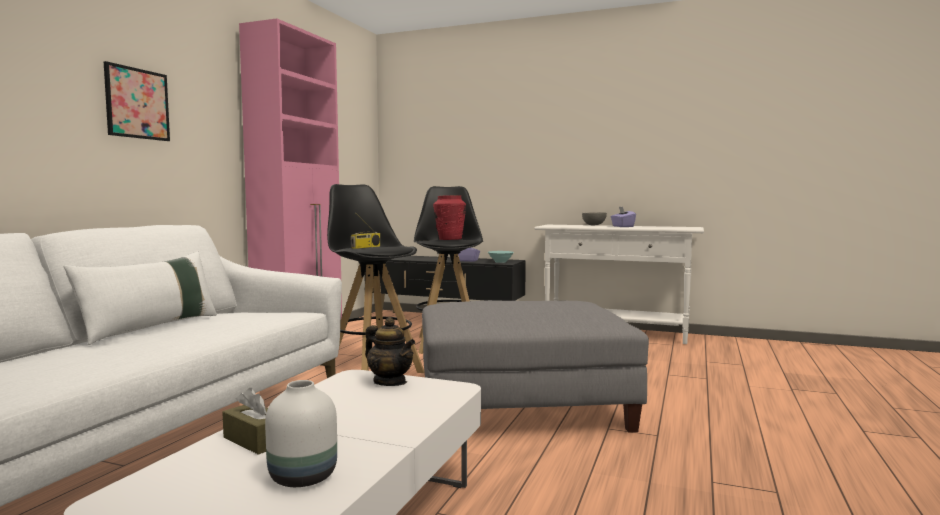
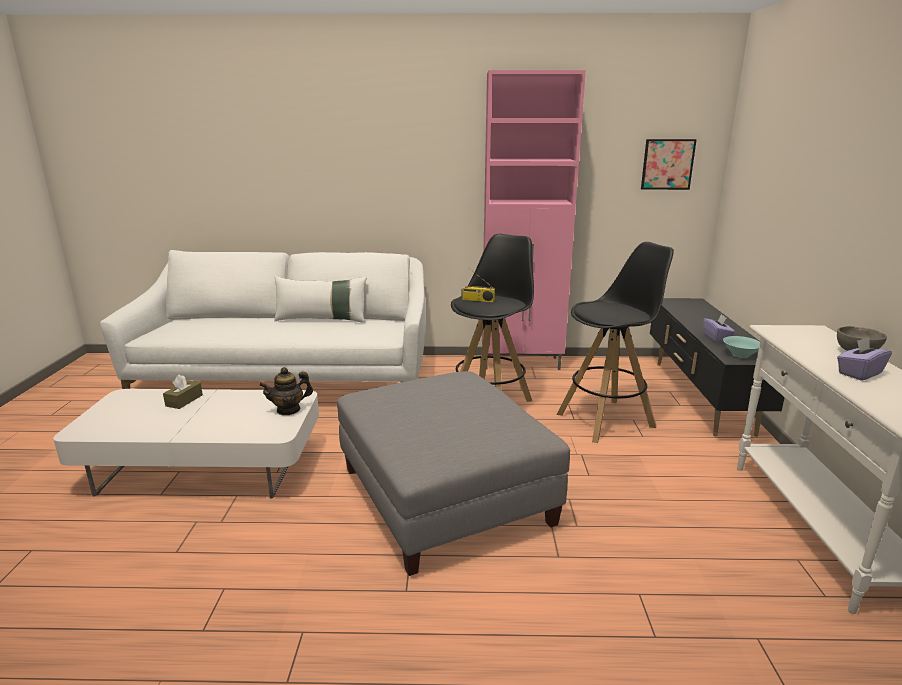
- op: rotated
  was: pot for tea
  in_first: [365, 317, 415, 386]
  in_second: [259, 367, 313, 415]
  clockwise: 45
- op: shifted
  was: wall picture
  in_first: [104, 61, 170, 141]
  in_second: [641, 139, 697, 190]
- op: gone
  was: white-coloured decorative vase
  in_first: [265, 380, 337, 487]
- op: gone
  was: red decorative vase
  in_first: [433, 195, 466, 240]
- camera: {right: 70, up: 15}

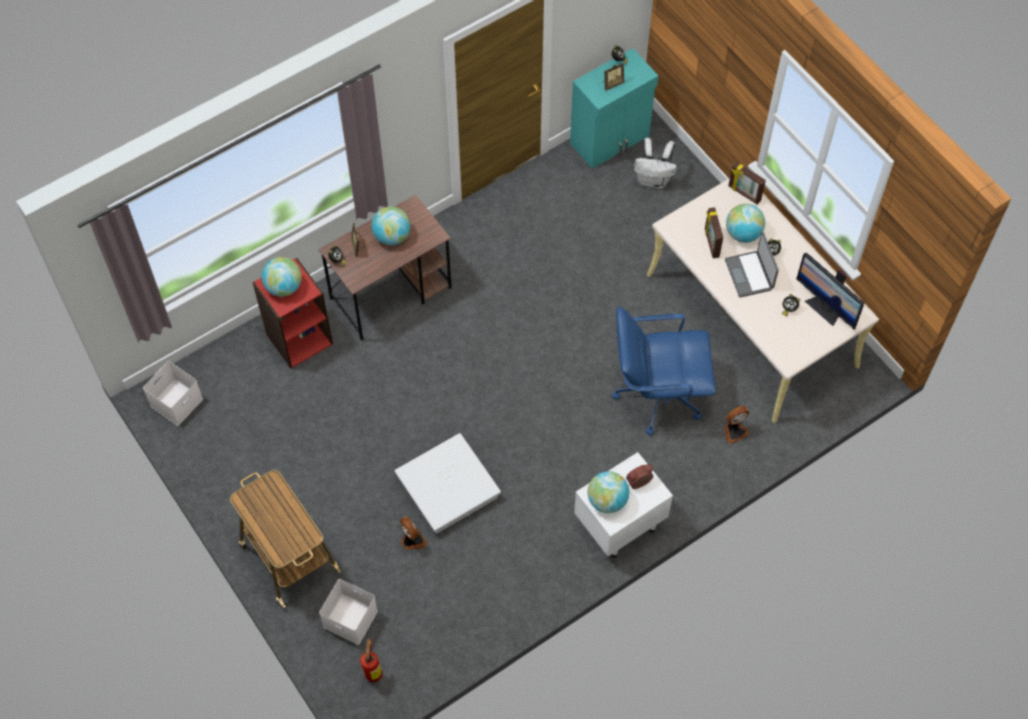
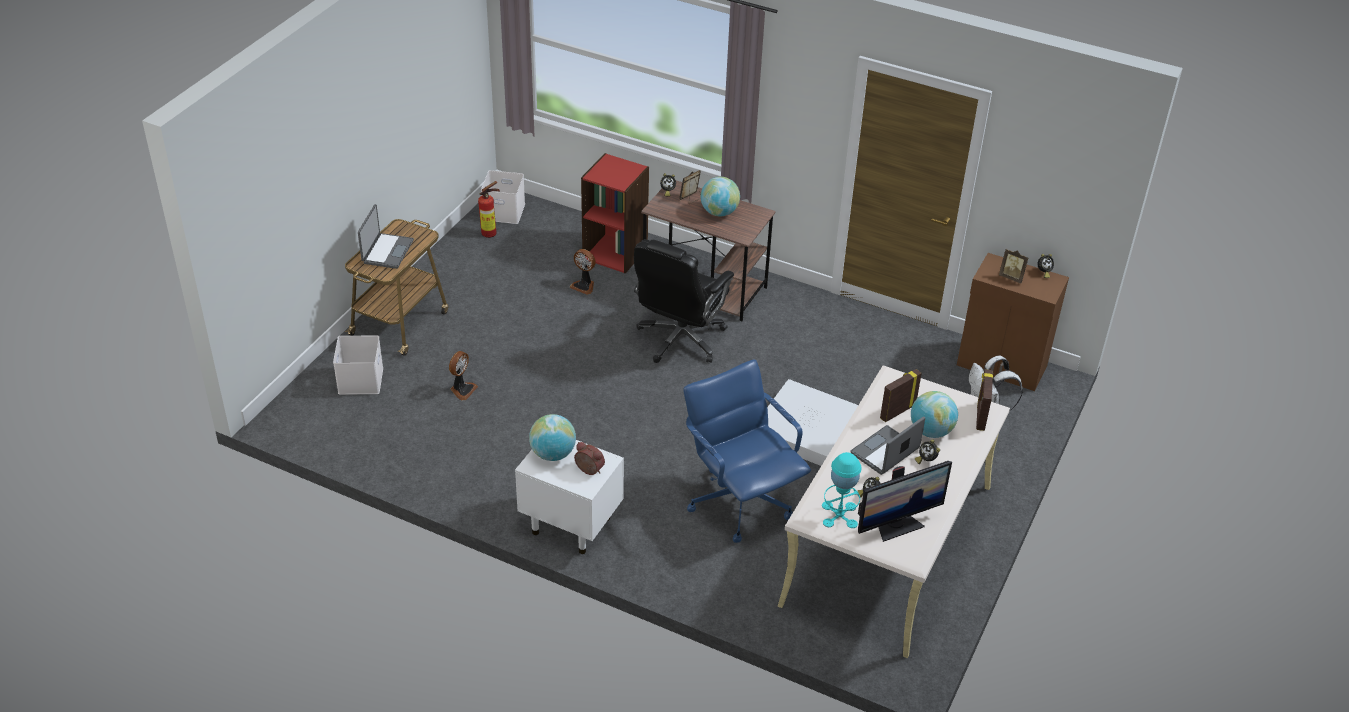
- op: new
  now: portable computer
  in_second: [358, 204, 414, 269]
- op: shifted
  was: extinguisher
  in_first: [360, 639, 382, 682]
  in_second: [478, 181, 500, 238]
- op: shifted
  was: fan
  in_first: [725, 406, 749, 444]
  in_second: [570, 249, 596, 295]
- op: new
  now: black-coloured desk chair
  in_second: [634, 239, 734, 363]
- op: shifted
  was: white-coloured storage box
  in_first: [395, 433, 501, 534]
  in_second: [767, 379, 858, 466]
- op: new
  now: turquoise-coloured lamp for a table
  in_second: [822, 452, 862, 528]
- op: rotated
  was: computer display
  in_first: [796, 253, 864, 329]
  in_second: [858, 461, 952, 542]
  clockwise: -135
- op: repainted
  was: turquoise-coloured cupboard
  now: brown-coloured cupboard
  in_first: [570, 48, 659, 169]
  in_second: [957, 253, 1069, 391]
- op: gone
  was: desk globe
  in_first: [262, 257, 302, 297]
- camera: {right: 60, up: -20}

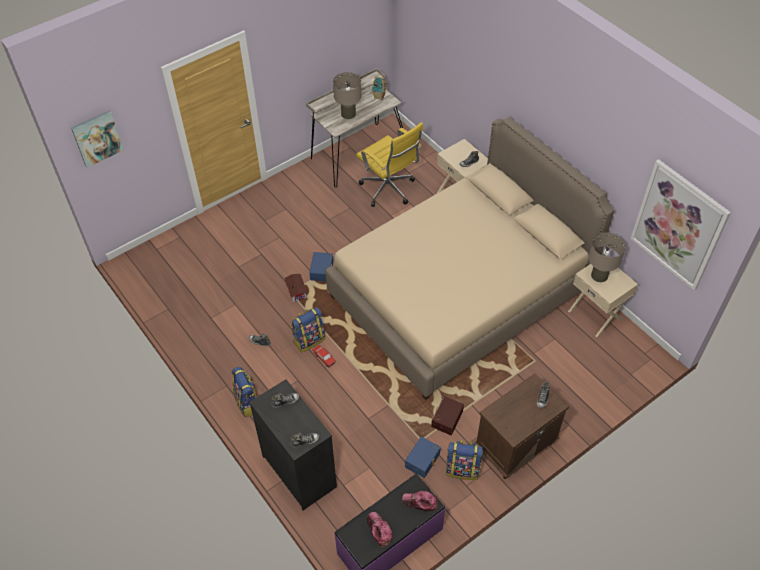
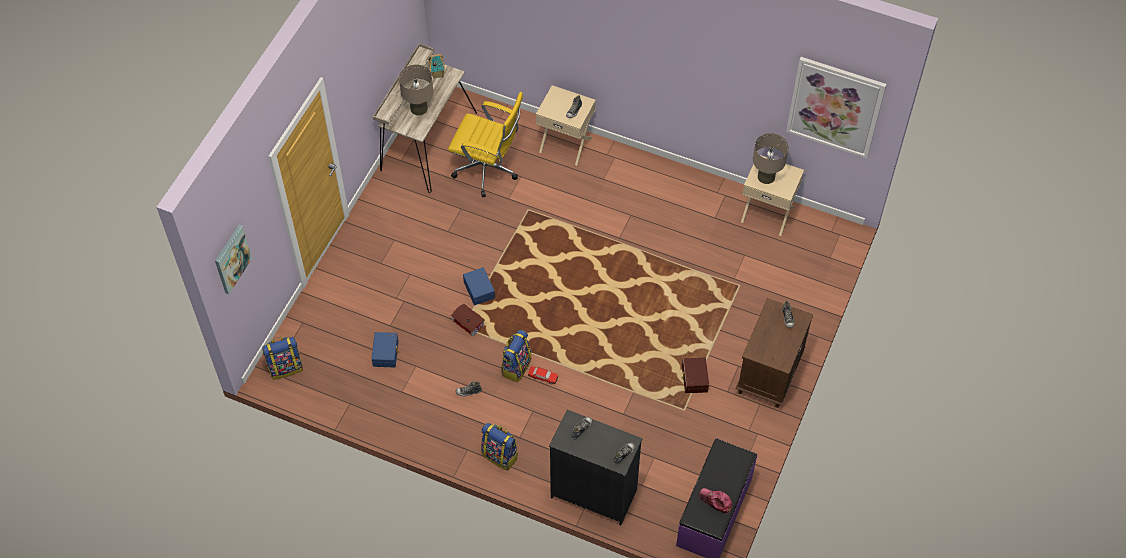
- op: shifted
  was: rucksack
  in_first: [446, 440, 483, 480]
  in_second: [262, 337, 303, 380]
- op: shifted
  was: bluish storage box
  in_first: [405, 437, 441, 478]
  in_second: [372, 332, 399, 368]
- op: gone
  was: beige sleeping bed
  in_first: [325, 117, 614, 400]
- op: gone
  was: peaked cap
  in_first: [402, 491, 438, 511]
- camera: {right: -30, up: 5}

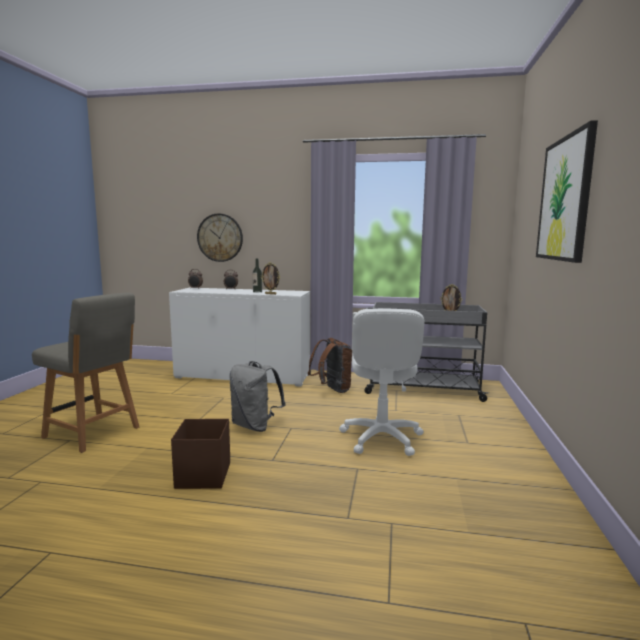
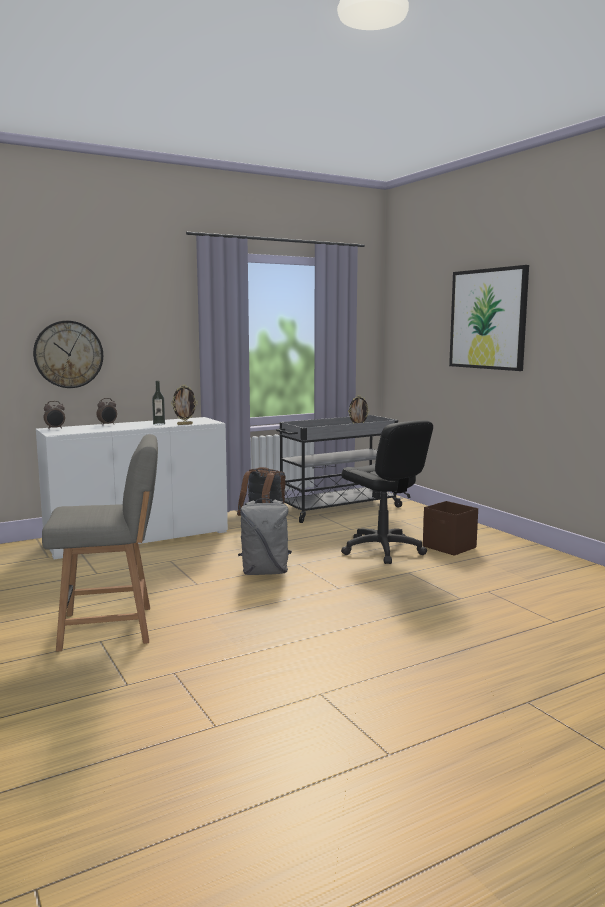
- op: repainted
  was: white-coloured desk chair
  now: black-coloured desk chair
  in_first: [339, 309, 425, 456]
  in_second: [341, 420, 433, 564]
- op: shifted
  was: brown-coloured storage box
  in_first: [171, 419, 230, 489]
  in_second: [423, 501, 478, 556]
- camera: {right: -40, up: 0}

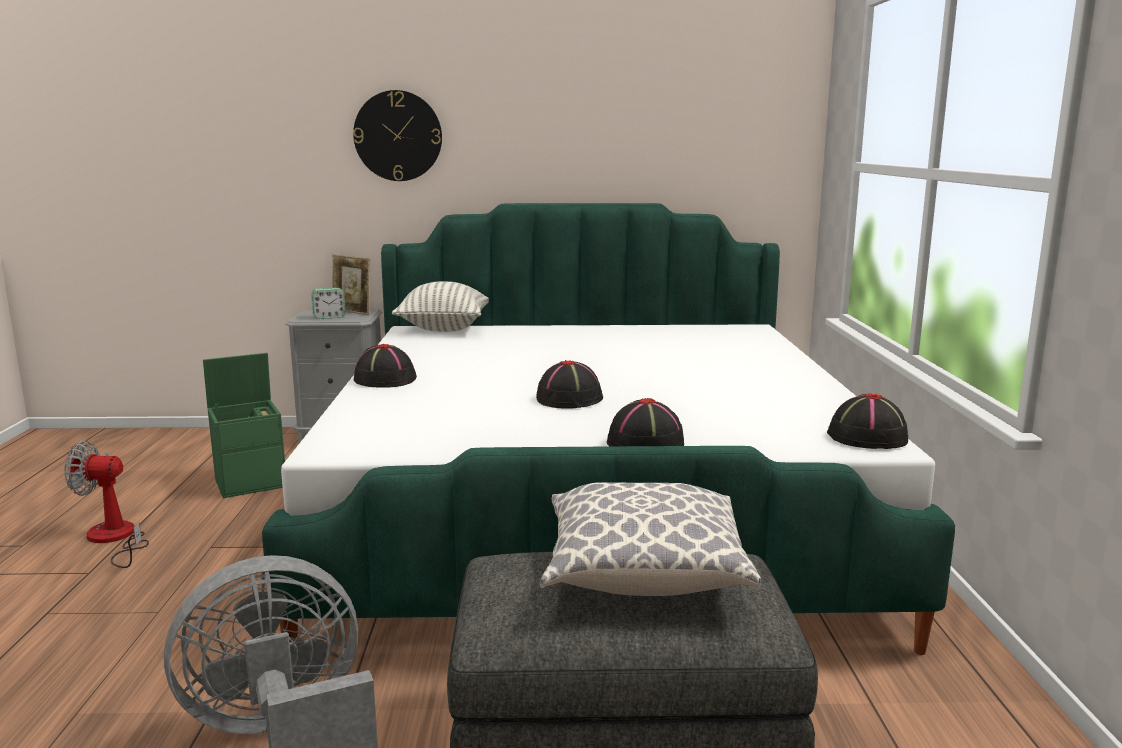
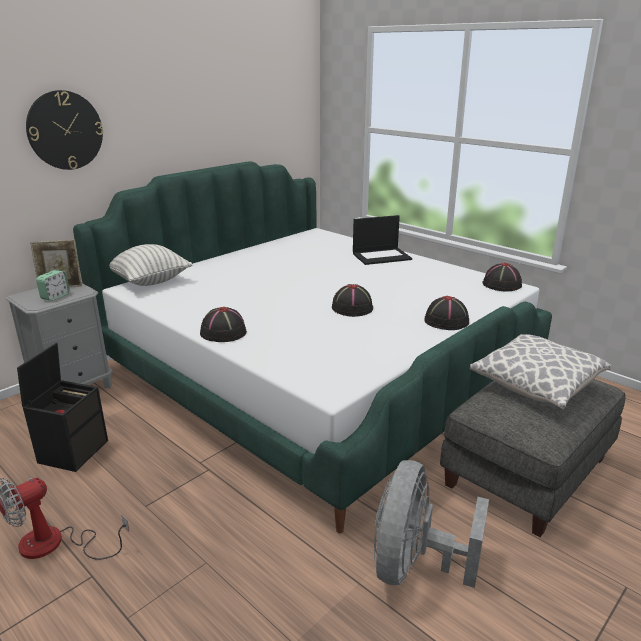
- op: repainted
  was: greenish storage box
  now: black-coloured storage box
  in_first: [203, 353, 285, 498]
  in_second: [17, 342, 108, 472]
- op: new
  now: portable computer
  in_second: [353, 215, 412, 265]
- camera: {right: -45, up: 10}

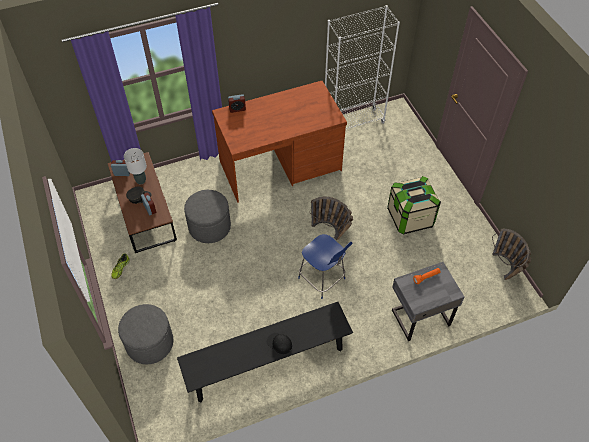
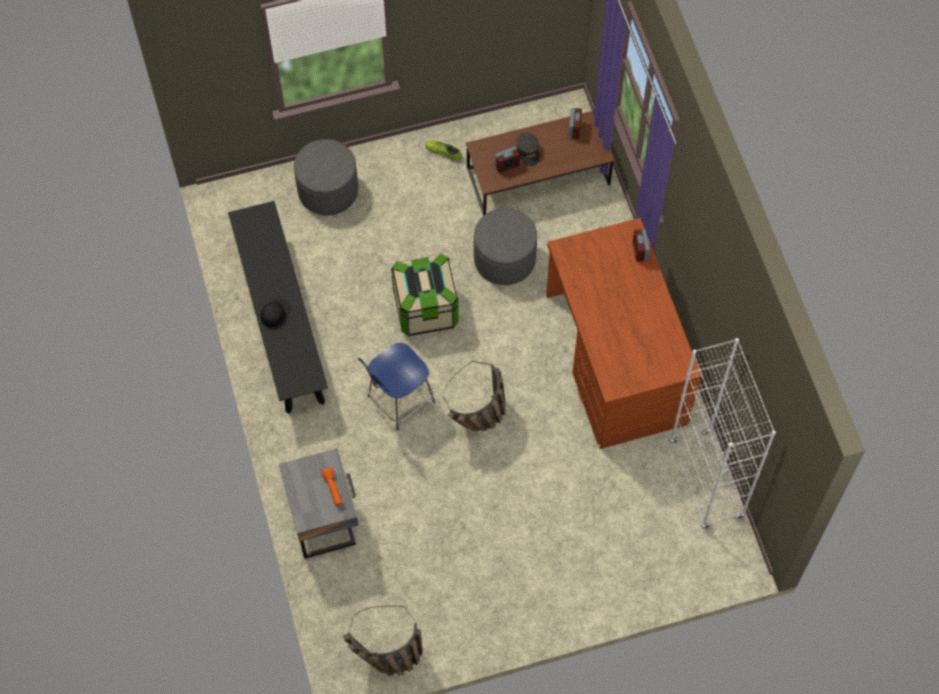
- op: shifted
  was: storage box
  in_first: [387, 176, 441, 234]
  in_second: [391, 254, 459, 336]
- op: gone
  was: white-coloured lamp for a table
  in_first: [124, 148, 147, 184]
- camera: {right: 95, up: 10}

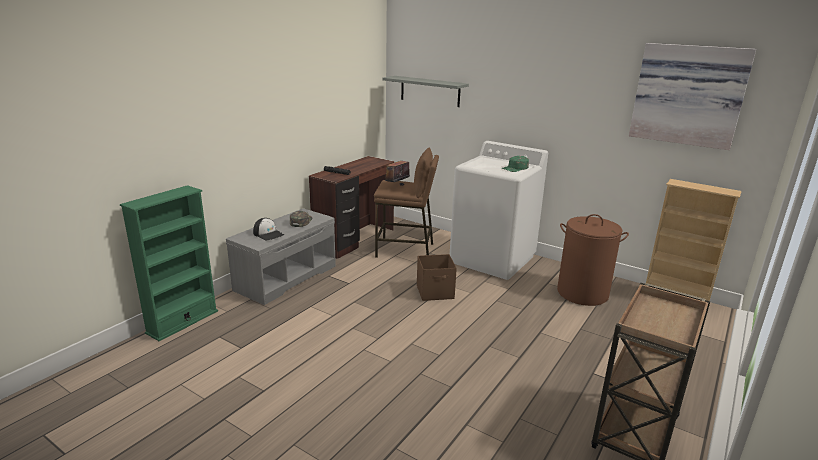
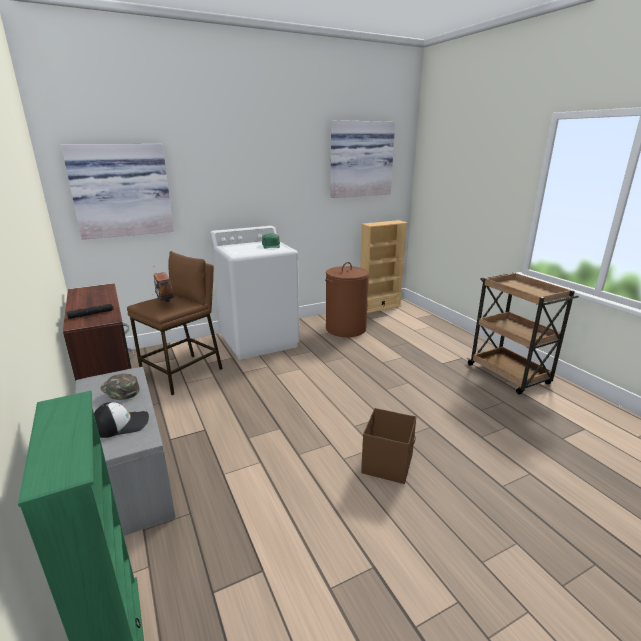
- op: swapped
  was: gray wall shelf
  now: wall picture
  in_first: [382, 76, 469, 107]
  in_second: [61, 144, 174, 240]
- op: shifted
  was: brown-coloured storage box
  in_first: [417, 254, 457, 301]
  in_second: [361, 408, 416, 484]
- camera: {right: -60, up: 0}

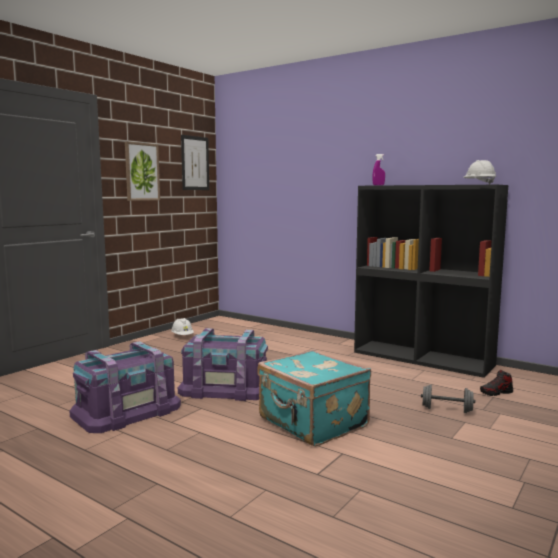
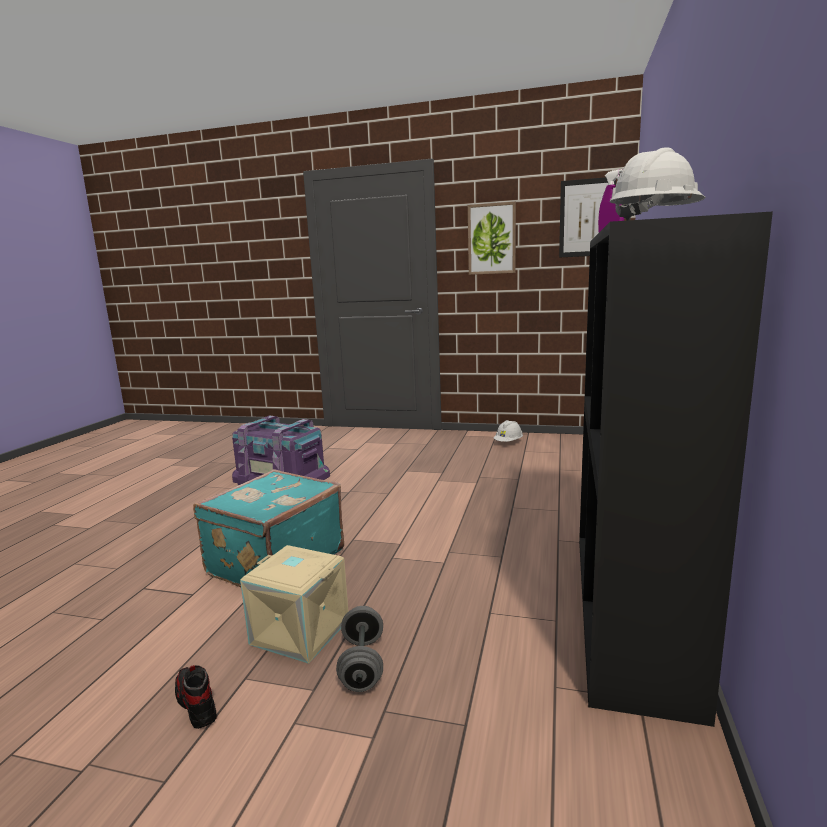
- op: shifted
  was: item of footwear
  in_first: [480, 370, 513, 396]
  in_second: [175, 665, 216, 729]
- op: new
  now: beige storage box
  in_second: [240, 545, 348, 664]
- op: gone
  was: purplish storage box
  in_first: [178, 328, 268, 401]
- camera: {right: 70, up: 5}

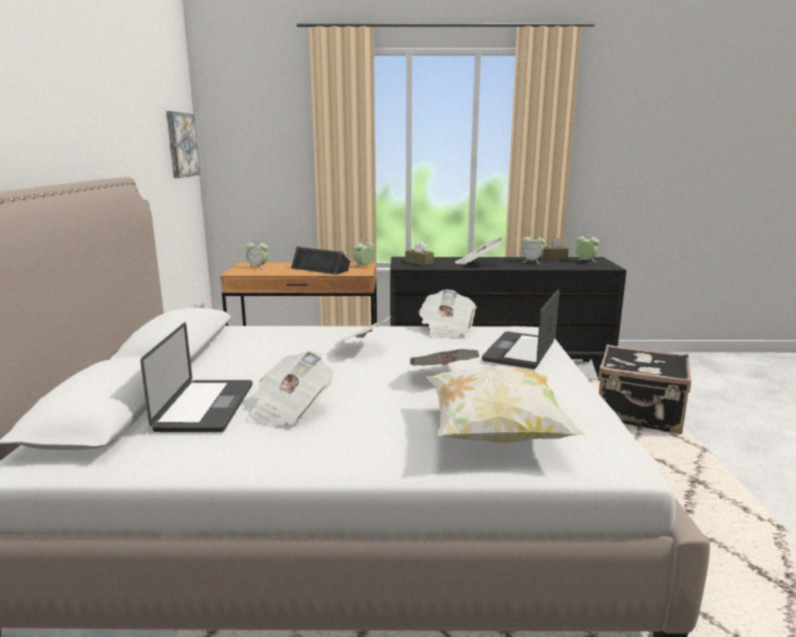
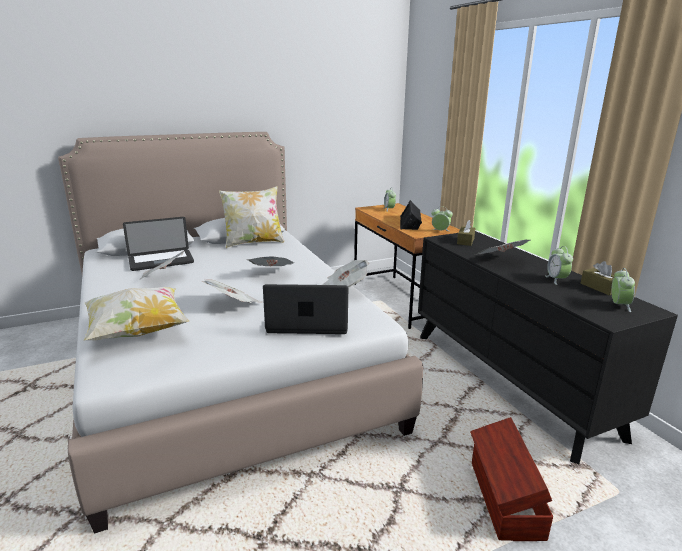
- op: new
  now: pillow
  in_second: [219, 186, 284, 248]
- op: swapped
  was: black-coloured piece of luggage
  now: brown-coloured storage box
  in_first: [598, 344, 691, 434]
  in_second: [470, 417, 553, 541]
- op: gone
  was: wall picture
  in_first: [166, 111, 200, 178]
- camera: {right: 65, up: 5}

